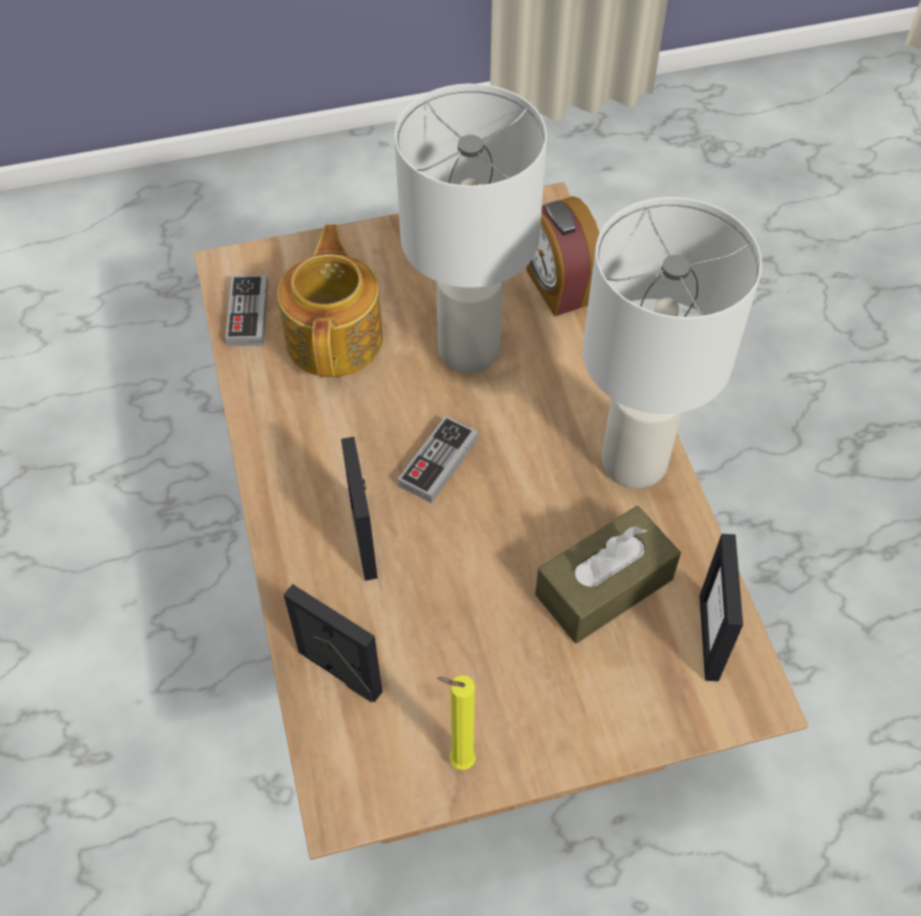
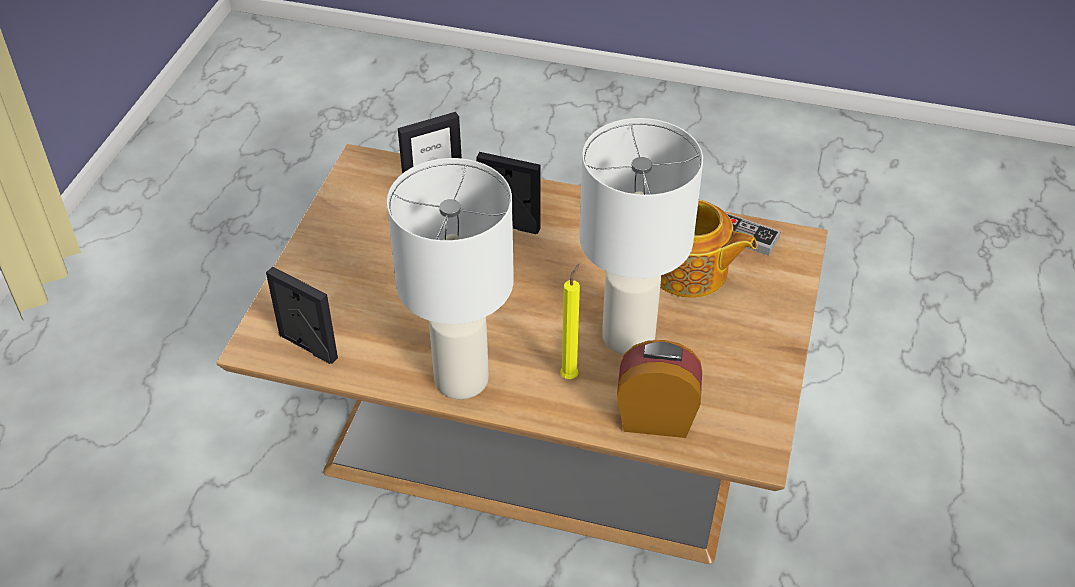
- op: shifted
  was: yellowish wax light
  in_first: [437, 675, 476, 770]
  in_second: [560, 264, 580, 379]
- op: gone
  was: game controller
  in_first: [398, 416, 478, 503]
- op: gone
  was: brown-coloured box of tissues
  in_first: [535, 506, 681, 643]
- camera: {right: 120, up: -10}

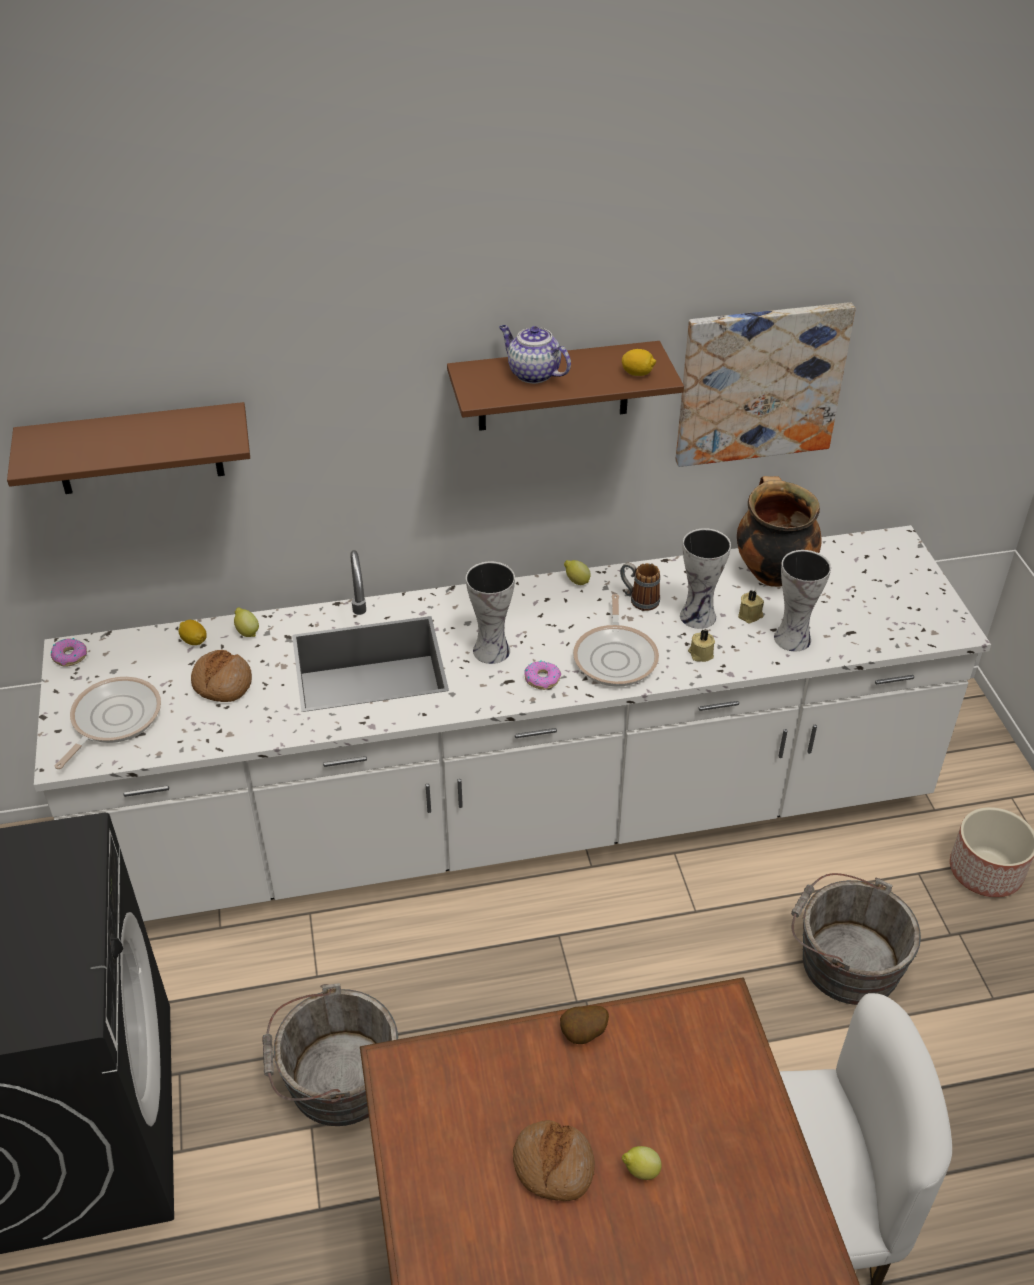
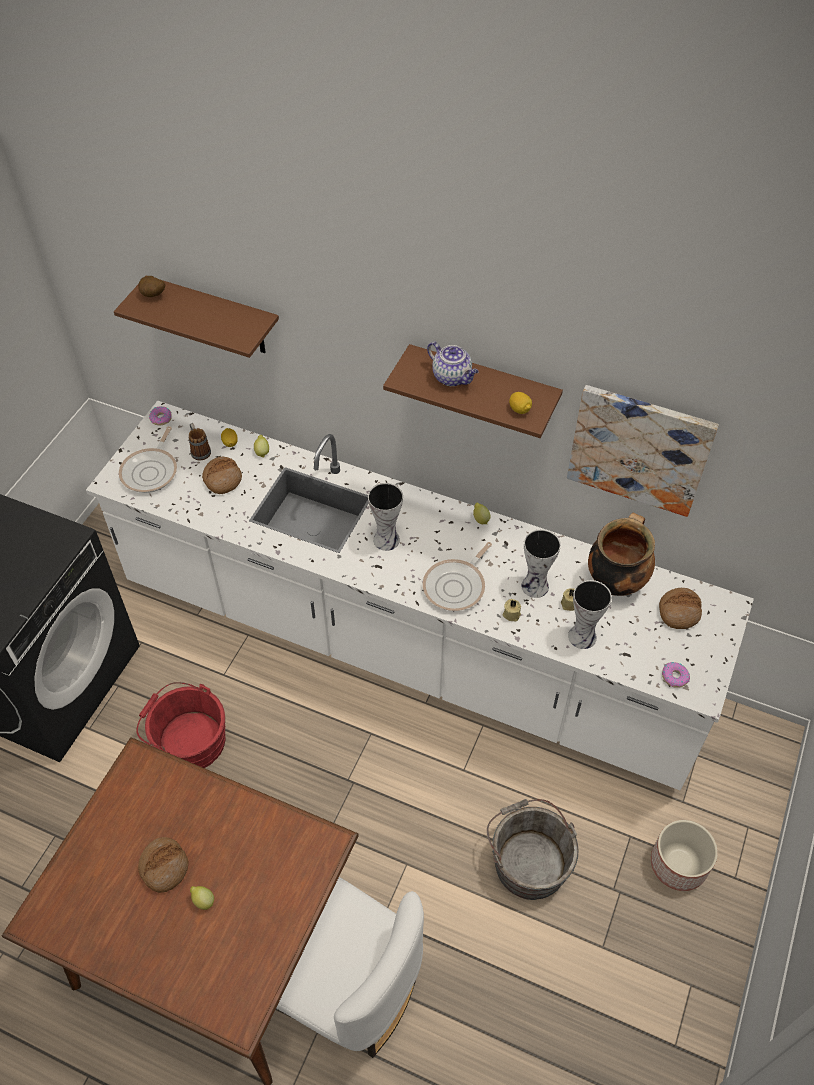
- op: rotated
  was: pan
  in_first: [55, 677, 161, 769]
  in_second: [119, 426, 177, 493]
  clockwise: 135
- op: repainted
  was: gray water bucket
  now: red water bucket
  in_first: [262, 983, 399, 1126]
  in_second: [136, 682, 226, 768]
- op: shifted
  was: spud
  in_first: [560, 1006, 609, 1044]
  in_second: [138, 276, 165, 297]
- op: shifted
  was: mug
  in_first: [620, 563, 660, 611]
  in_second: [189, 423, 211, 460]
- op: rotated
  was: pot for tea
  in_first: [499, 325, 571, 384]
  in_second: [427, 341, 479, 386]
  clockwise: 150
- op: new
  now: baked bread
  in_second: [659, 588, 702, 629]
- op: shifted
  was: ring doughnut
  in_first: [524, 660, 561, 690]
  in_second: [662, 662, 690, 688]
- camera: {right: 35, up: 10}

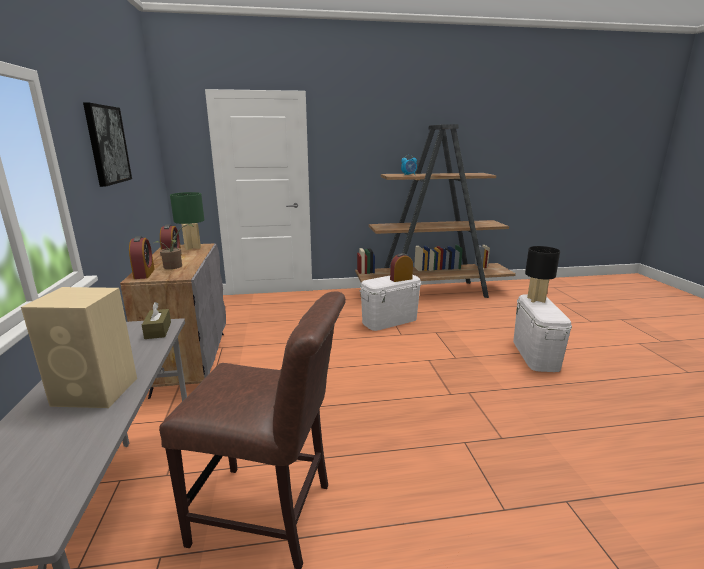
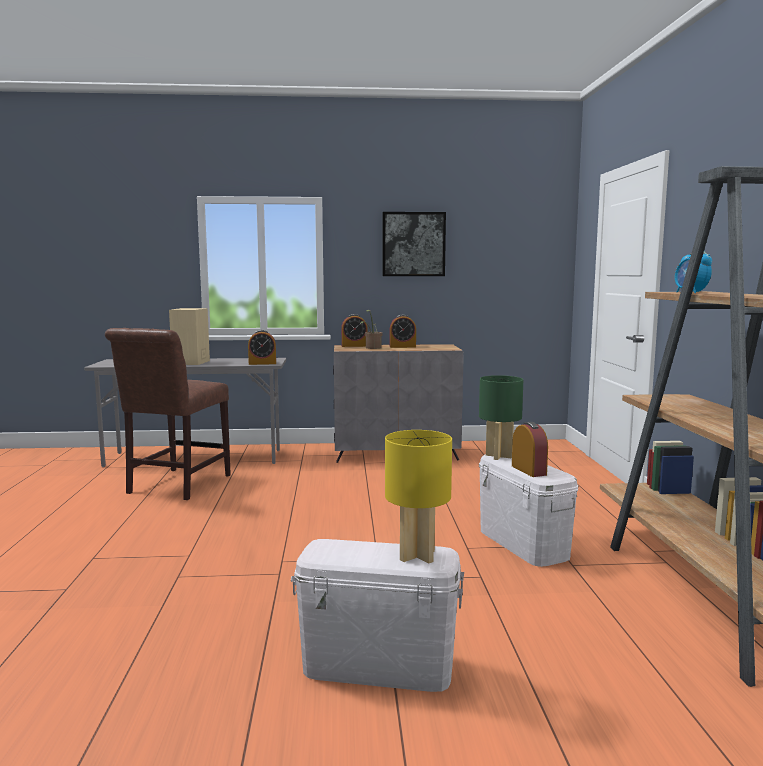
- op: swapped
  was: brown-coloured box of tissues
  now: bedside clock
  in_first: [142, 302, 171, 339]
  in_second: [248, 330, 276, 365]
- op: repainted
  was: black-coloured lamp for a table
  now: yellowish lamp for a table
  in_first: [525, 246, 560, 303]
  in_second: [385, 430, 452, 564]
- op: shifted
  was: greenish lamp for a table
  in_first: [170, 192, 204, 250]
  in_second: [479, 375, 523, 460]
- camera: {right: 95, up: -10}

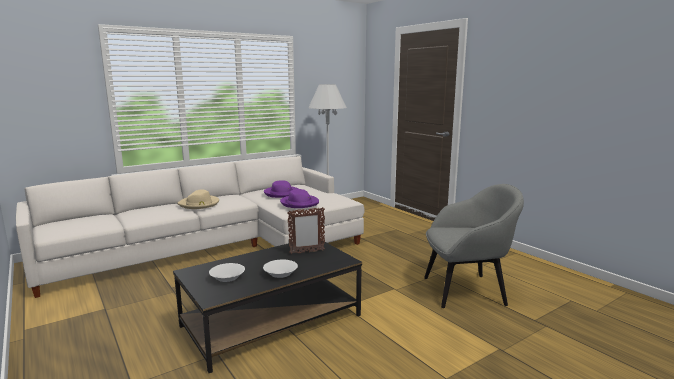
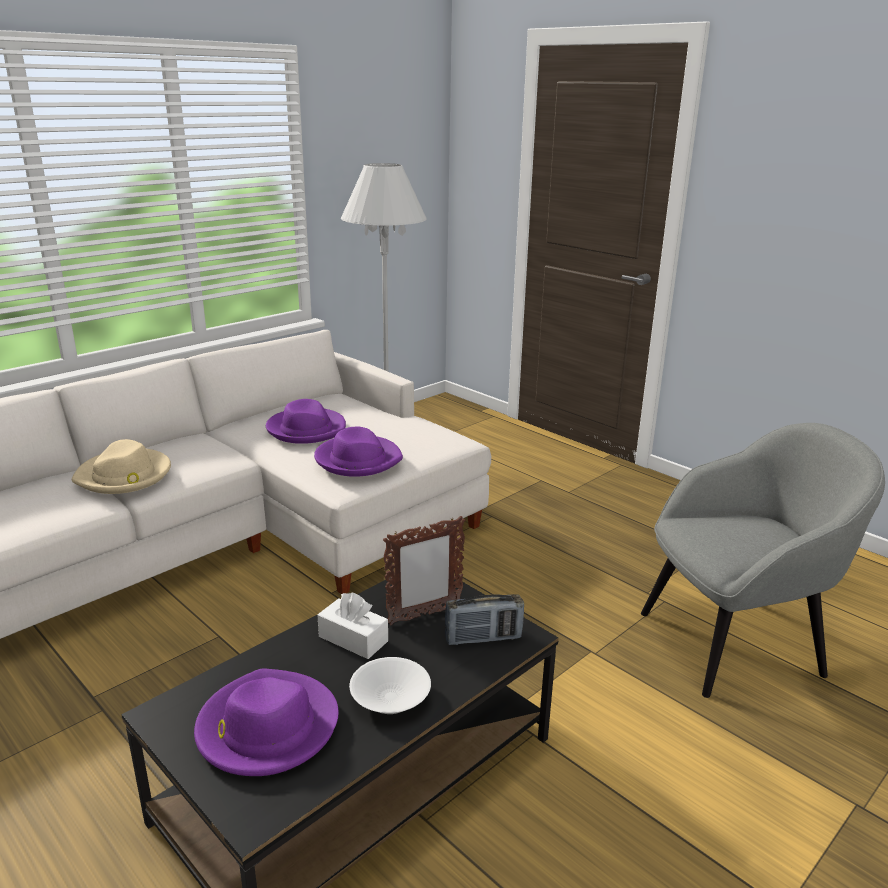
- op: swapped
  was: white-coloured bowl
  now: purplish wearable hat
  in_first: [209, 263, 245, 282]
  in_second: [194, 669, 339, 776]
- op: new
  now: white-coloured box of tissues
  in_second: [317, 592, 388, 659]
- op: new
  now: radio set
  in_second: [445, 594, 524, 645]
- camera: {right: -10, up: 10}

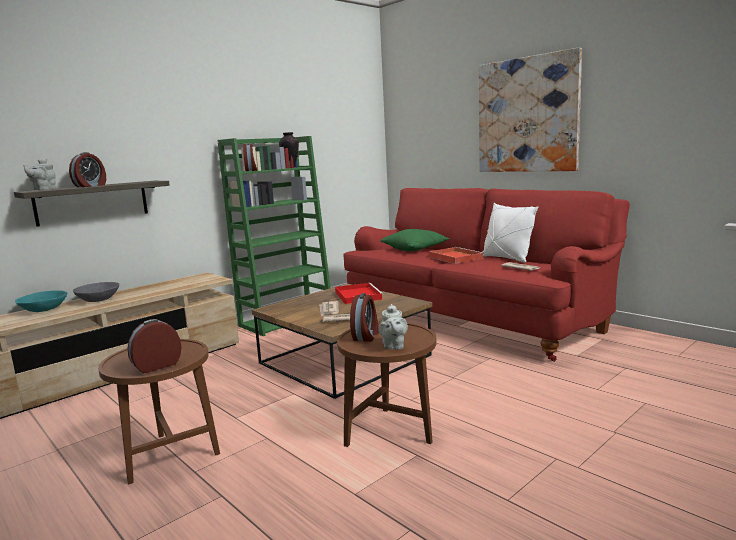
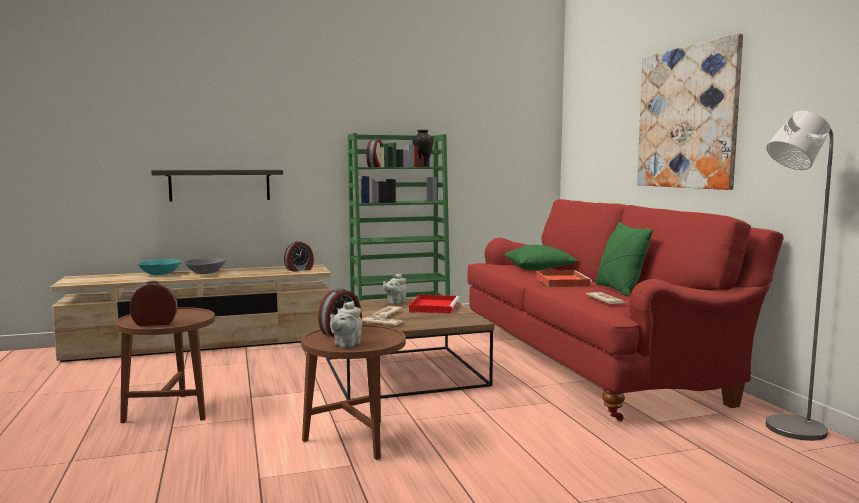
- op: shifted
  was: bedside clock
  in_first: [69, 152, 106, 187]
  in_second: [284, 241, 314, 272]
- op: shifted
  was: gray pot for tea
  in_first: [24, 159, 56, 190]
  in_second: [383, 274, 407, 304]
- op: repainted
  was: white-coloured pillow
  now: greenish pillow
  in_first: [482, 203, 538, 263]
  in_second: [595, 222, 653, 297]
- op: new
  now: gray standard lamp
  in_second: [766, 111, 834, 441]
- camera: {right: 25, up: -5}

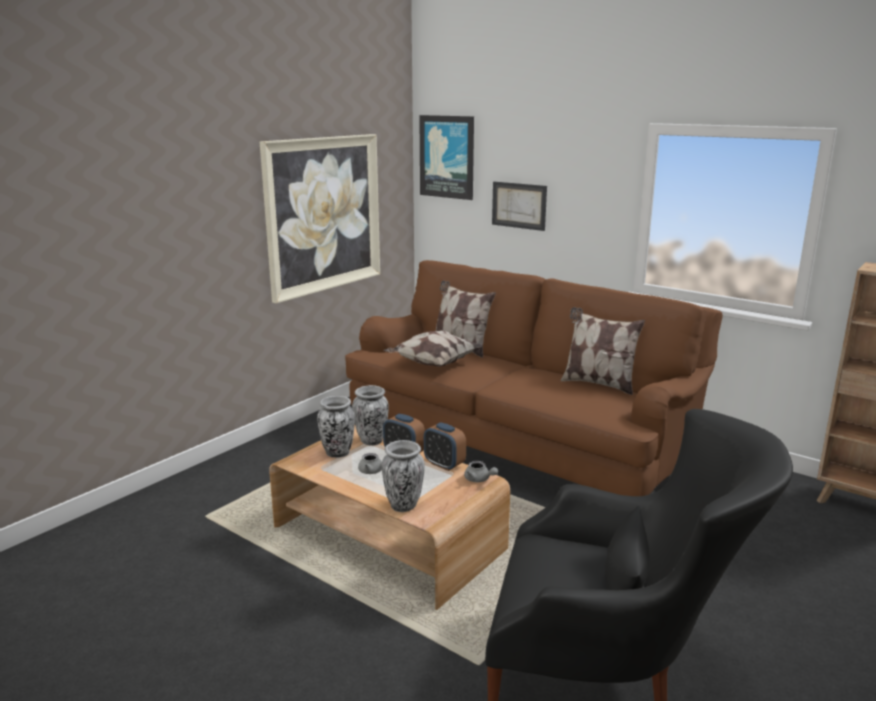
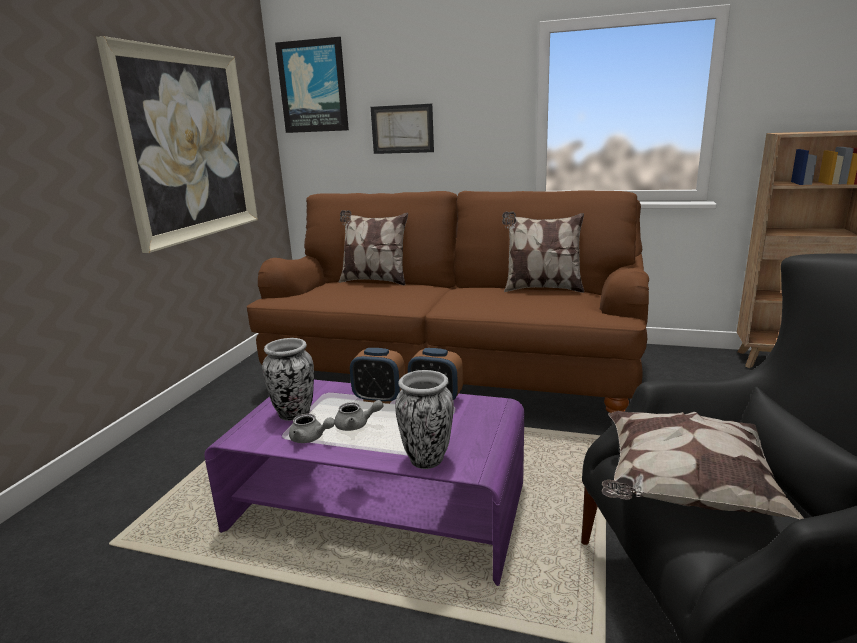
- op: repainted
  was: brown-coloured low table
  now: purplish low table
  in_first: [269, 426, 510, 610]
  in_second: [205, 380, 524, 586]
- op: shifted
  was: gray pot for tea
  in_first: [464, 461, 498, 482]
  in_second: [289, 414, 335, 443]
- op: shifted
  was: pillow
  in_first: [384, 331, 482, 367]
  in_second: [602, 411, 804, 519]
- op: gone
  was: decorative vase
  in_first: [352, 385, 389, 446]
- camera: {right: -20, up: 0}

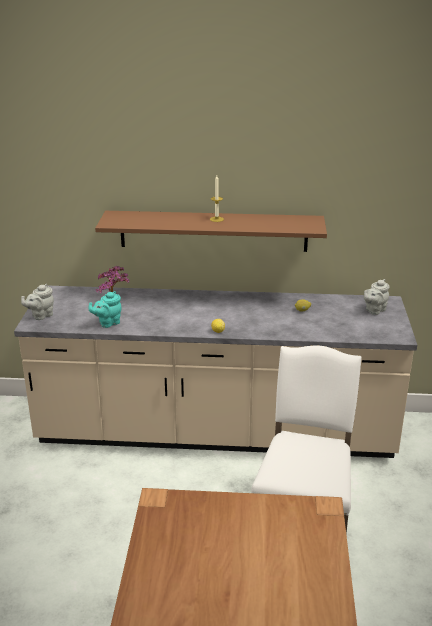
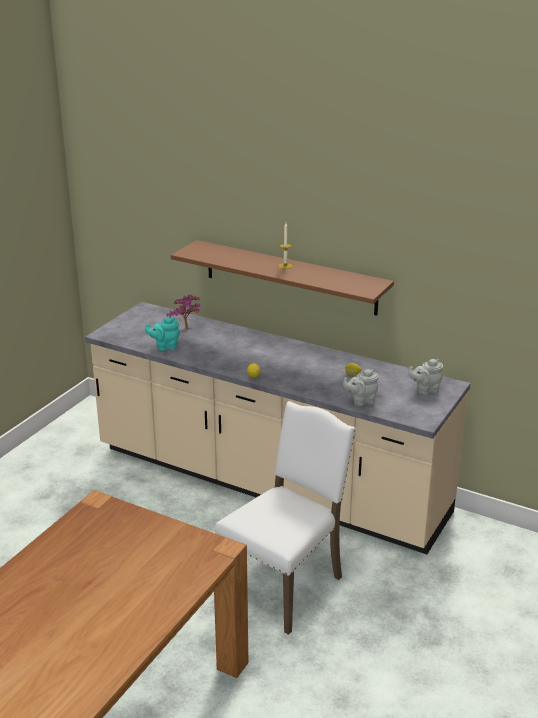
- op: shifted
  was: gray pot for tea
  in_first: [21, 284, 54, 320]
  in_second: [343, 369, 379, 406]
- camera: {right: 25, up: 0}

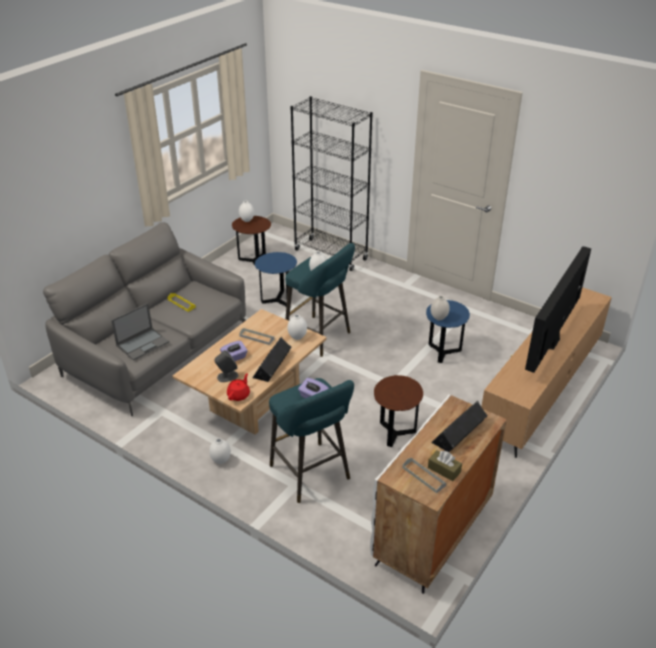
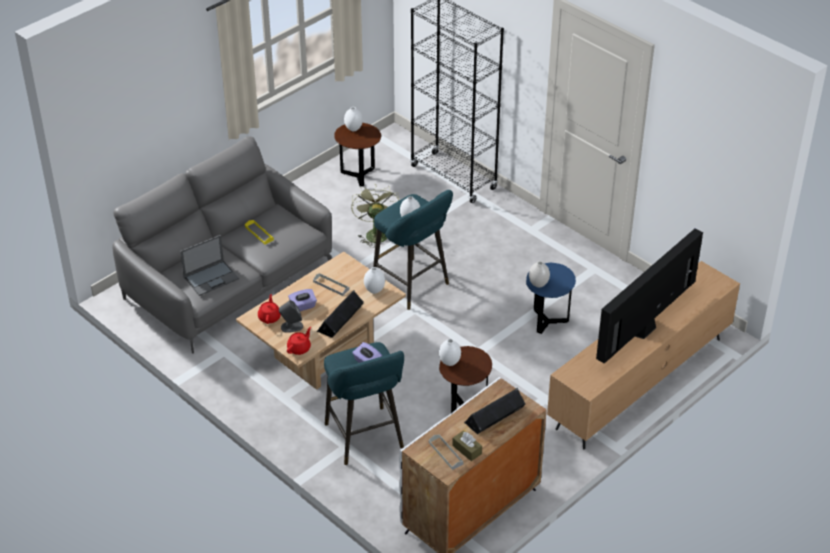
- op: new
  now: red pot for tea
  in_second: [258, 294, 281, 324]
- op: swapped
  was: bluish side table
  now: greenish fan
  in_first: [255, 252, 297, 307]
  in_second: [351, 183, 399, 248]
- op: shifted
  was: white-coloured decorative vase
  in_first: [209, 438, 231, 464]
  in_second: [439, 339, 461, 366]
- camera: {right: 10, up: 5}

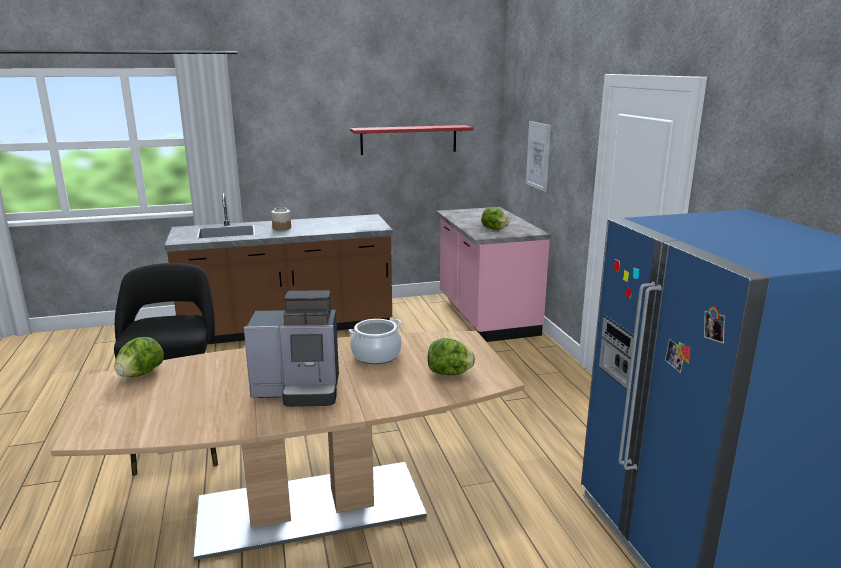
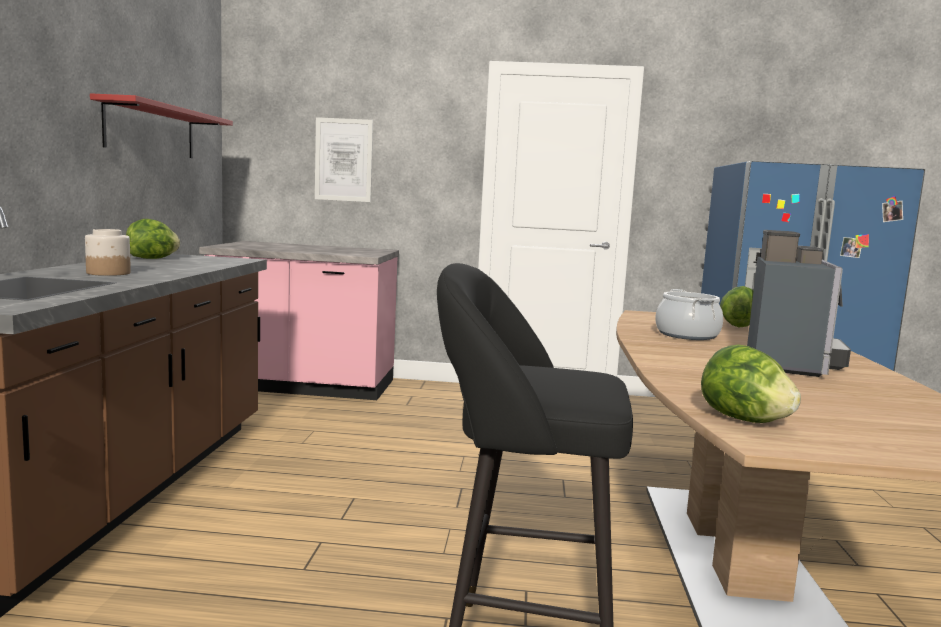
- op: shifted
  was: lettuce
  in_first: [481, 207, 509, 230]
  in_second: [126, 219, 180, 259]
- camera: {right: -70, up: -10}

